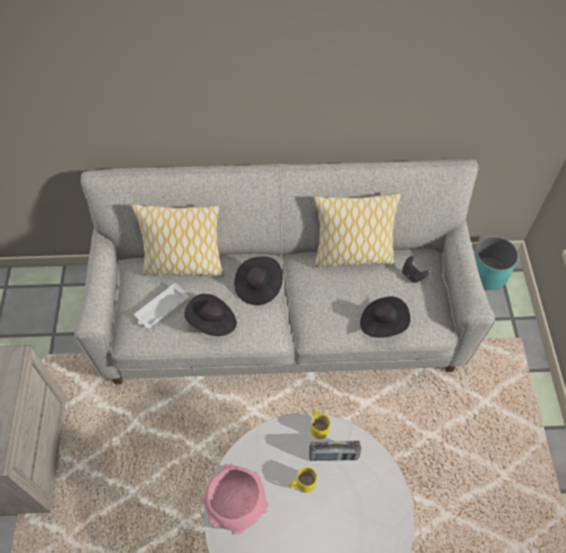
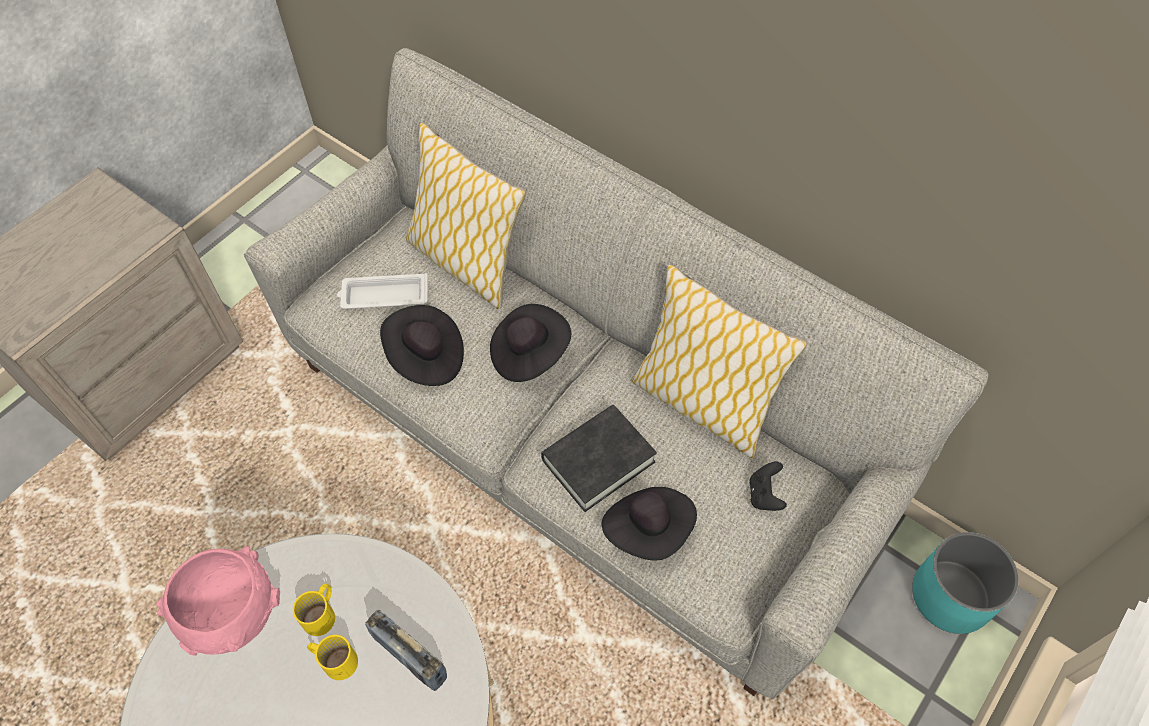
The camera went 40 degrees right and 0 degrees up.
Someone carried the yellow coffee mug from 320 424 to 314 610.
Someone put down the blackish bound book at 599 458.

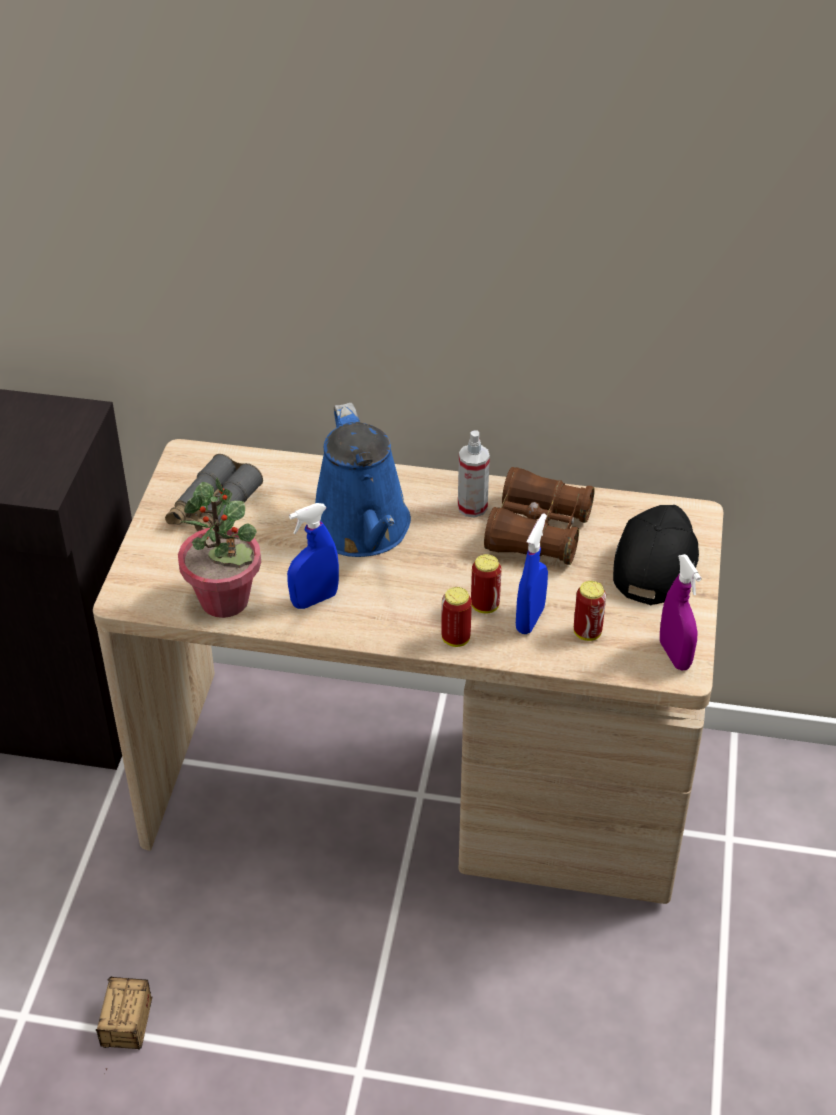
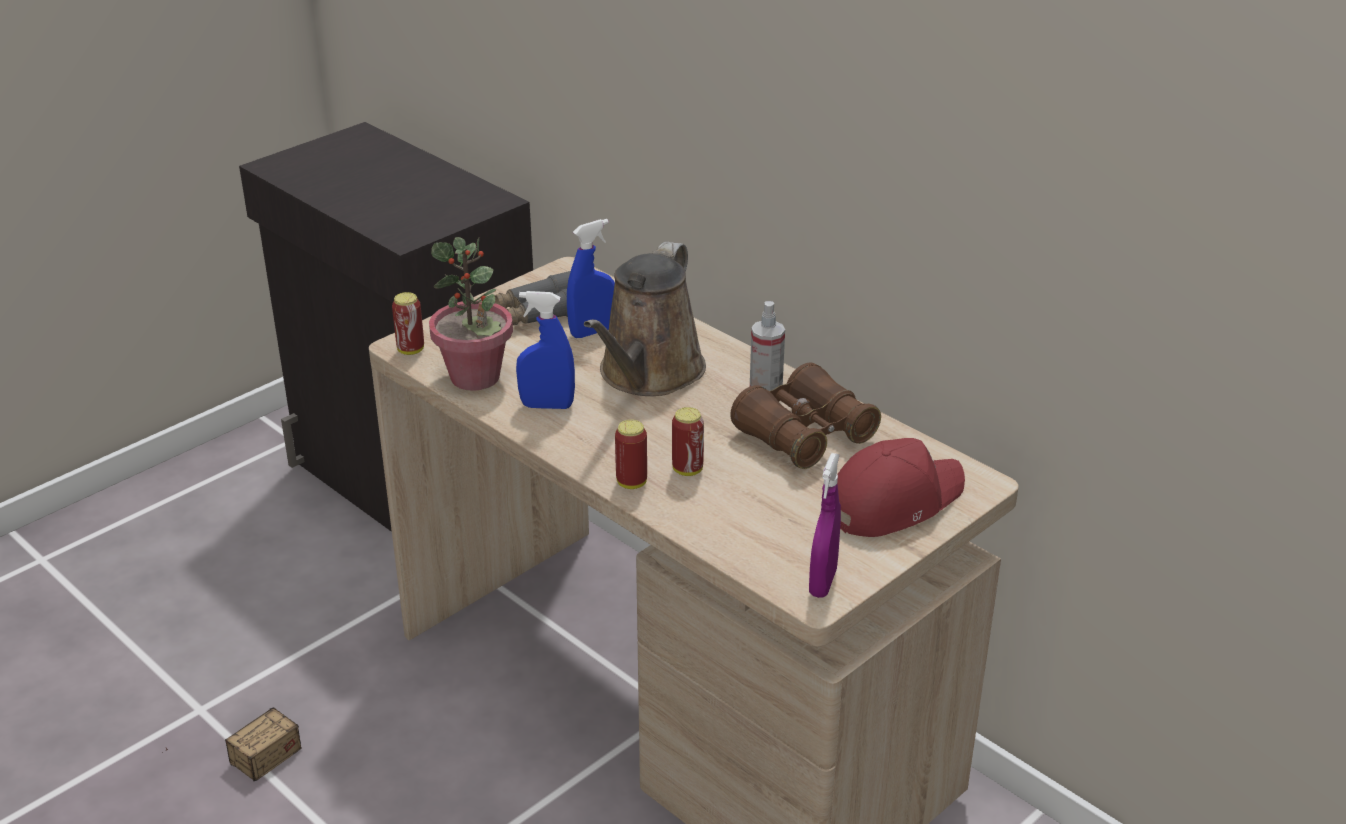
The camera went 35 degrees right and 10 degrees down.
Someone carried the can from 590 611 to 408 323.
Someone carried the blue-coloured hand sprayer from 532 573 to 591 278.
Someone repainted the blue-coloured sprinkling can at 363 480, which became the brown-coloured sprinkling can at 645 319.
Someone repainted the blackish cap at 656 555, which became the red cap at 901 487.

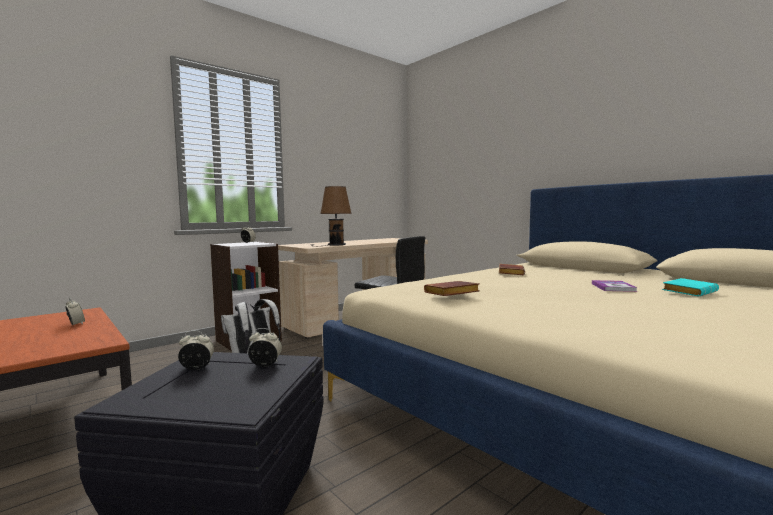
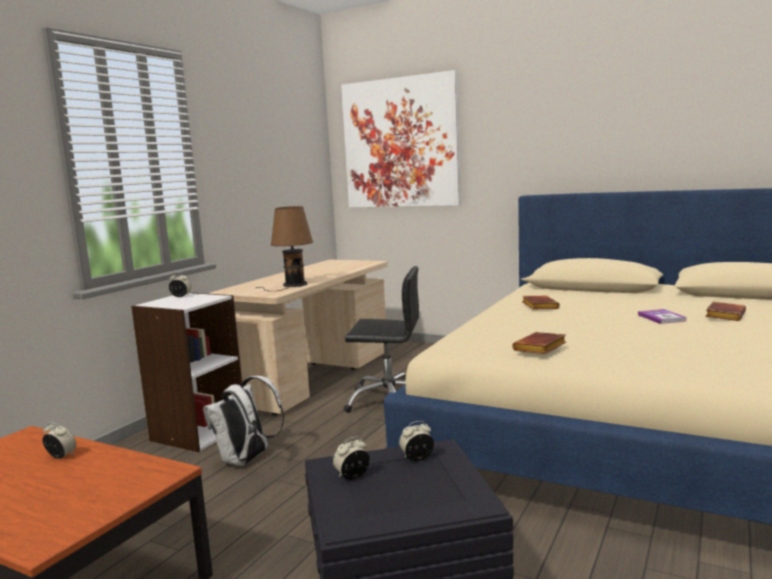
The camera went 20 degrees left and 5 degrees up.
Someone put up the wall art at 401 139.
Someone repainted the blue-green bound book at 690 287, which became the brown-coloured bound book at 725 311.

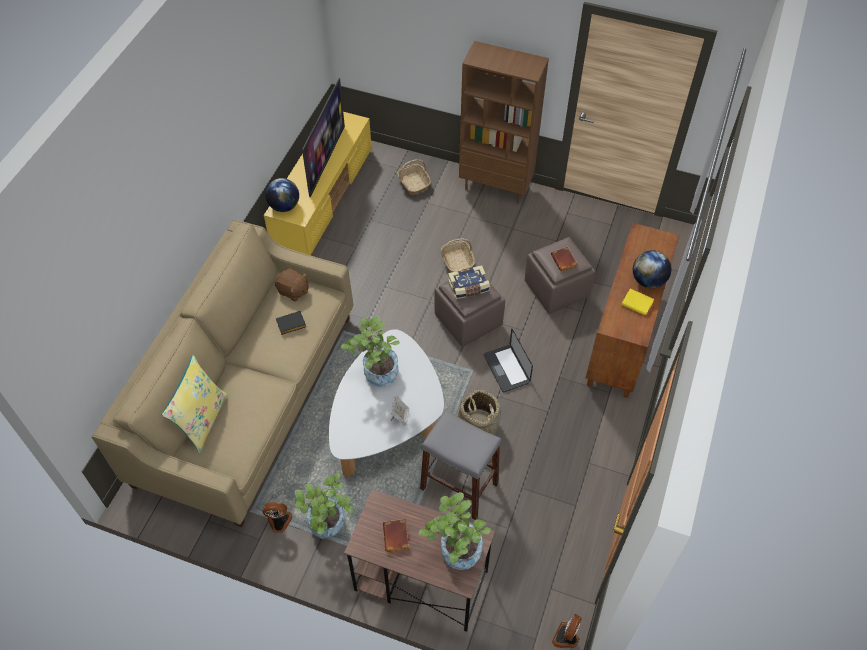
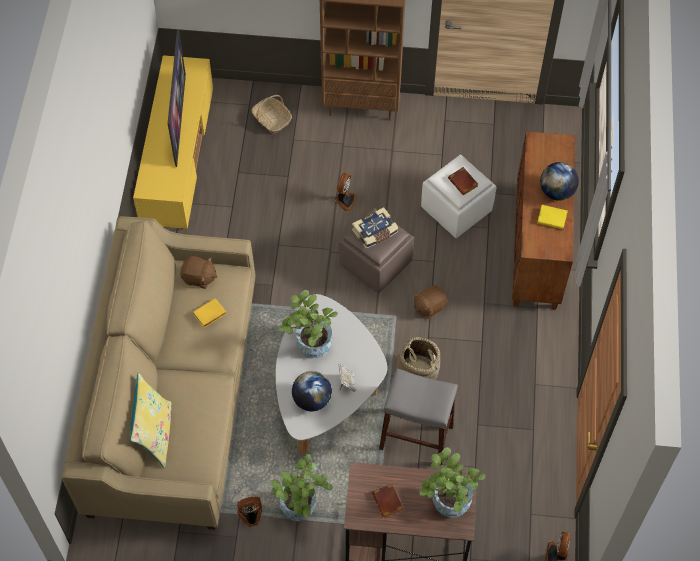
The camera went 15 degrees left and 5 degrees up.
Someone repainted the blackish bound book at 291 323, which became the yellow bound book at 210 313.
Someone carried the globe from 282 195 to 312 391.
Someone swapped the storage basket at 458 255 for the fan at 346 192.
Someone swapped the portable computer at 508 360 for the brown-coloured cuddly toy at 430 302.
Someone repainted the brown-coloured pouffe at 560 275, which became the white-coloured pouffe at 458 196.

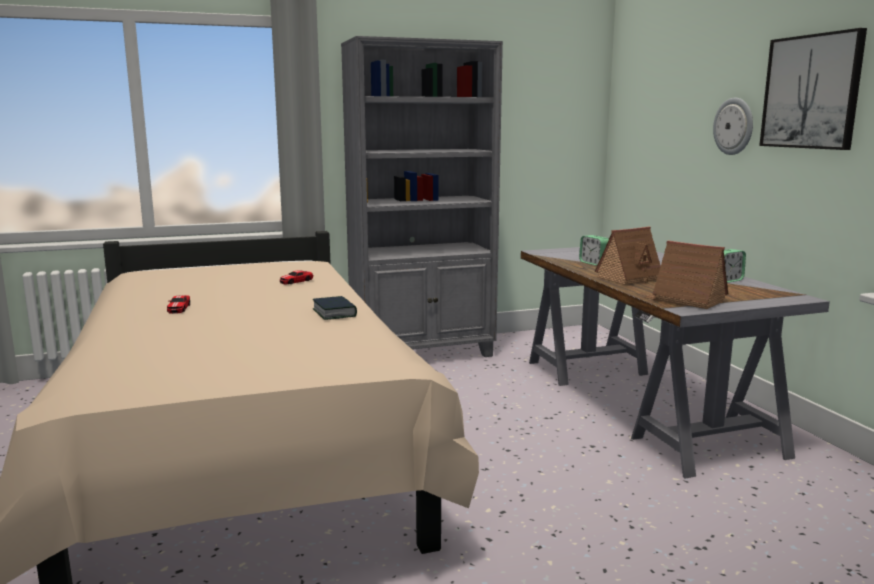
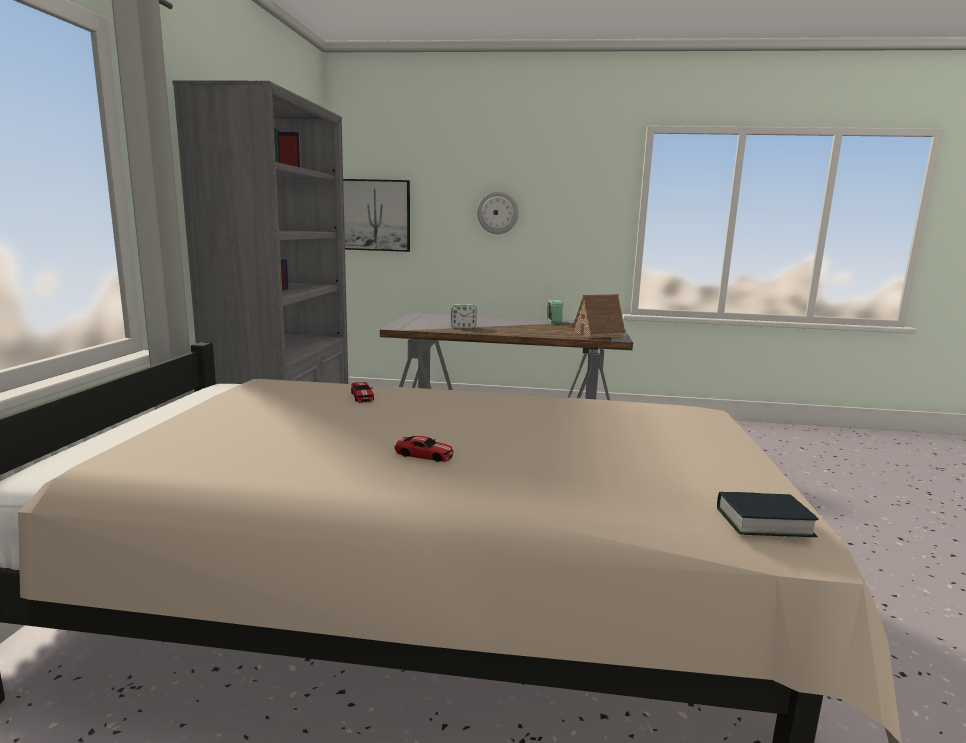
The camera went 65 degrees left and 0 degrees up.
Someone carried the wall art from 813 89 to 376 215.
Someone carried the bound book from 335 308 to 767 514.
Someone took away the model house at 627 256.

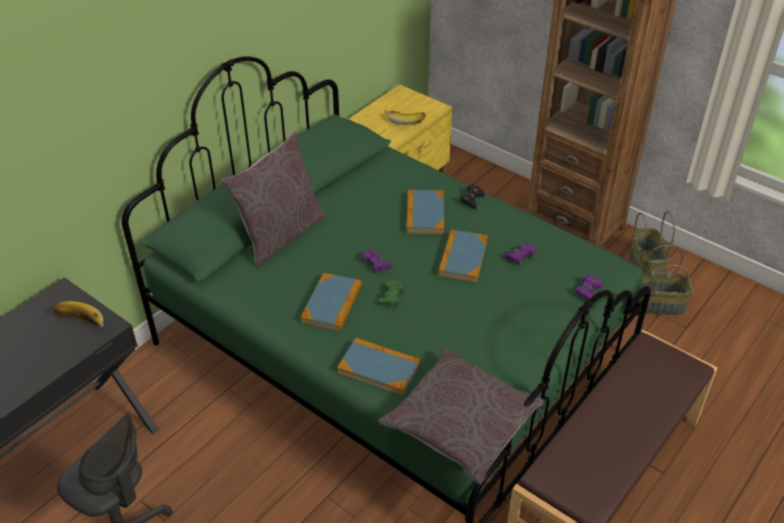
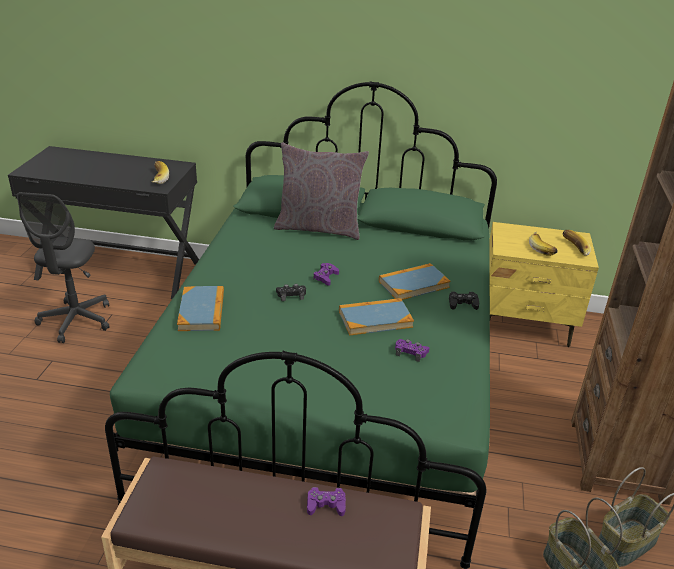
The camera went 60 degrees right and 10 degrees down.
Someone repainted the greenish gamepad at 391 294, which became the blackish gamepad at 291 292.
Someone carried the purplish gamepad from 589 288 to 326 501.
Someone put down the banana at 576 243.
Someone took away the bound book at 331 302.
Someone took away the gray cushion at 461 415.

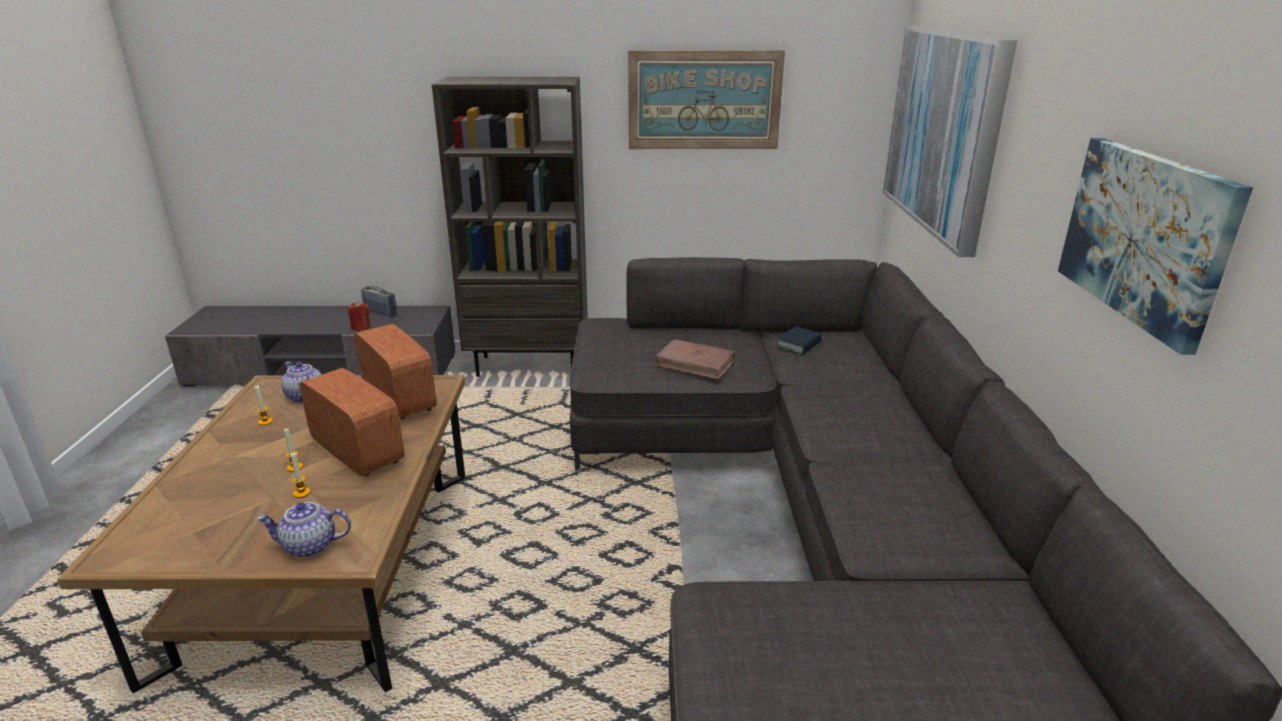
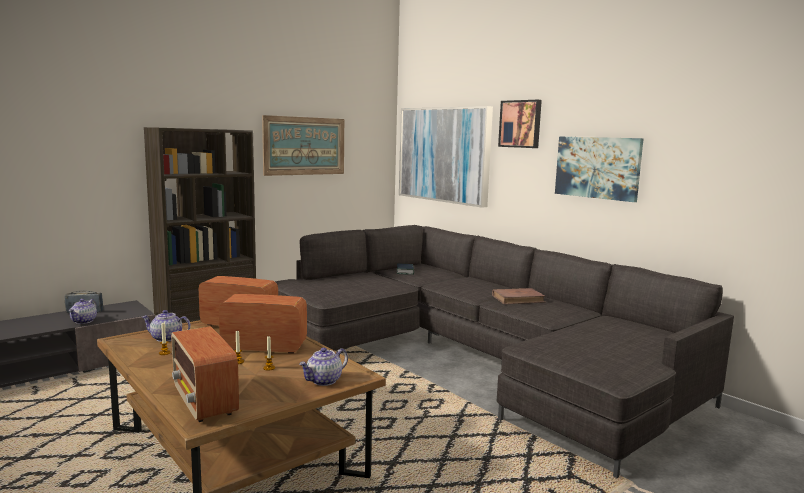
The camera went 40 degrees left and 15 degrees down.
Someone swapped the red wax light at 359 316 for the pot for tea at 83 311.
Someone put down the radio receiver at 205 374.
Someone carried the brown-coloured bound book from 695 359 to 518 296.
Someone put up the wall art at 520 124.

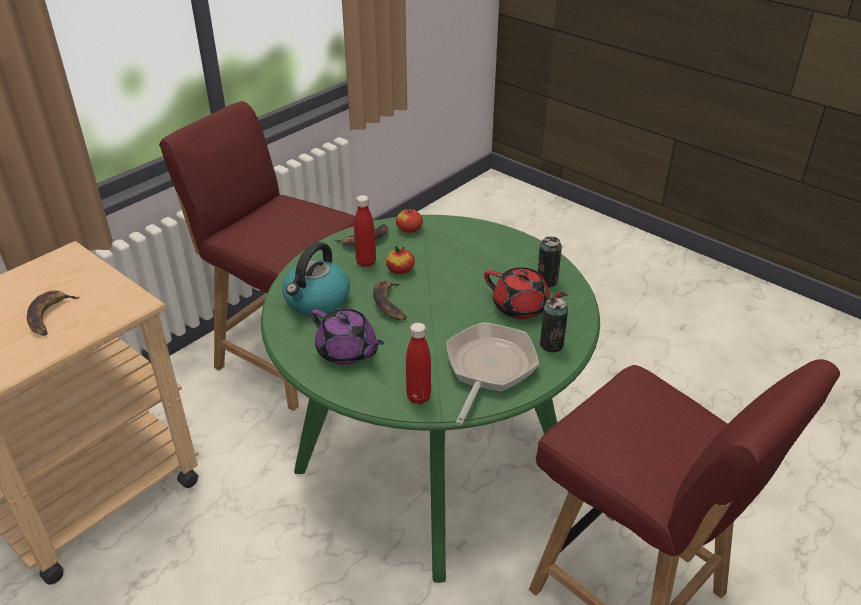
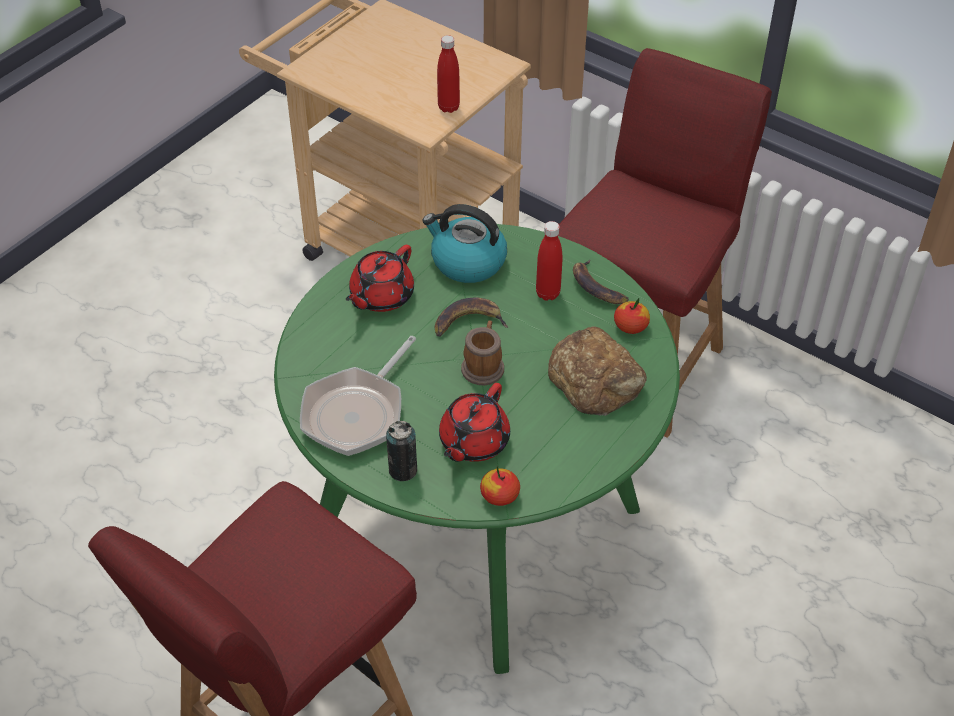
The camera went 85 degrees right and 10 degrees up.
Someone rotated the pan at 492 373 by 105 degrees clockwise.
Someone repainted the purplish pot for tea at 347 337, which became the red pot for tea at 380 278.
Someone carried the red bottle from 418 363 to 448 74.
Someone put down the coffee mug at 482 353.
Someone carried the apple from 400 260 to 500 486.
Someone put down the bakery bread at 597 371.
Someone took away the banana at 54 313.
Someone took away the can at 550 261.

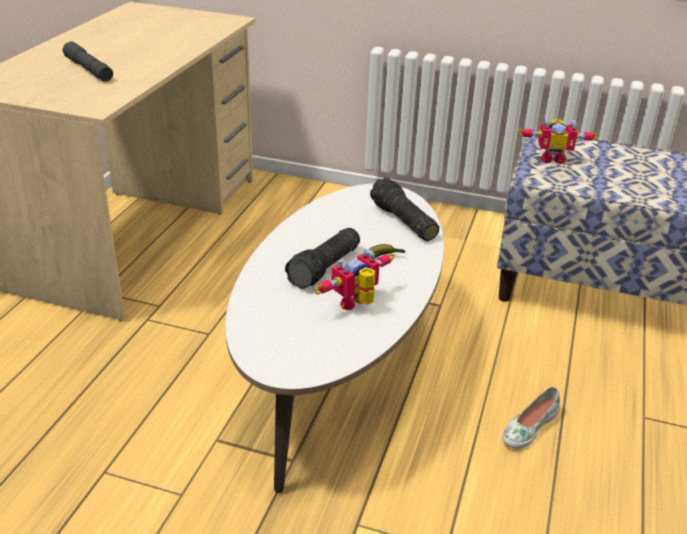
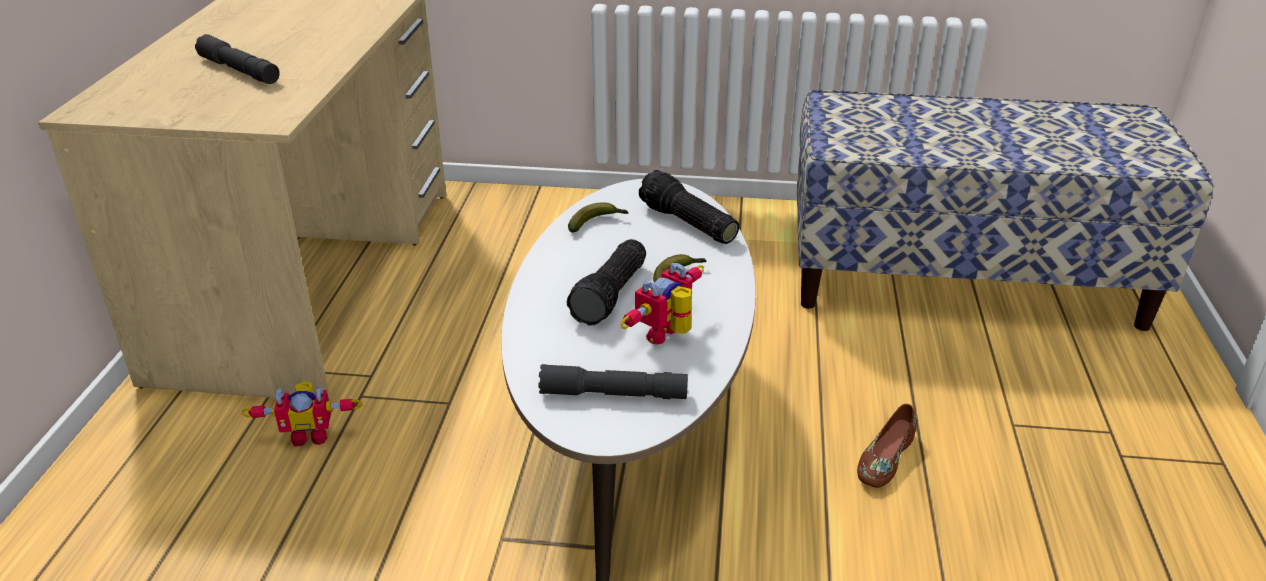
The camera went 10 degrees left and 0 degrees up.
Someone carried the toy robot from 558 140 to 302 414.
Someone put down the gray hand torch at 613 381.
Someone put down the banana at 598 217.
Someone repainted the white-coloured low shoe at 531 417, which became the brown-coloured low shoe at 886 446.

